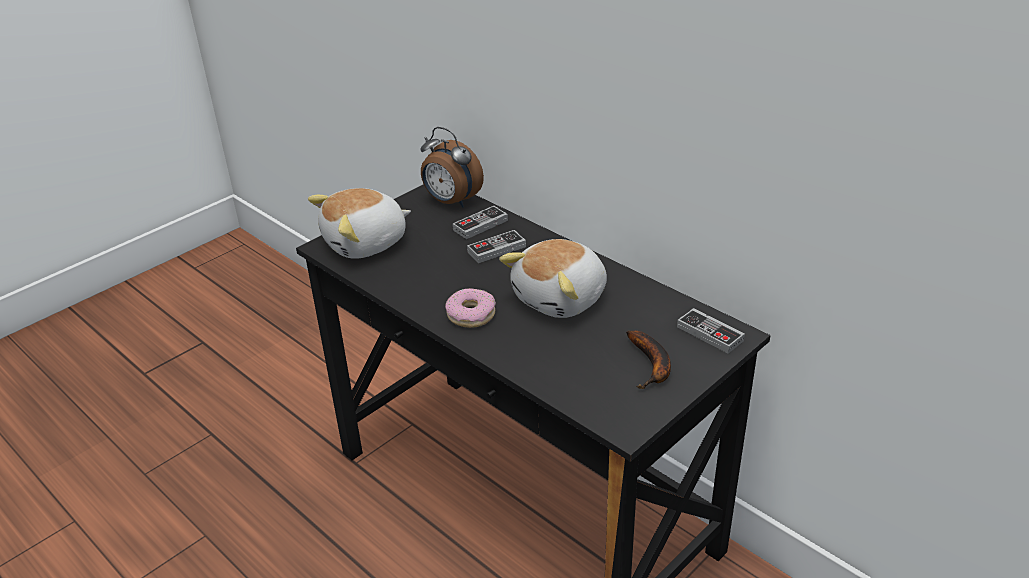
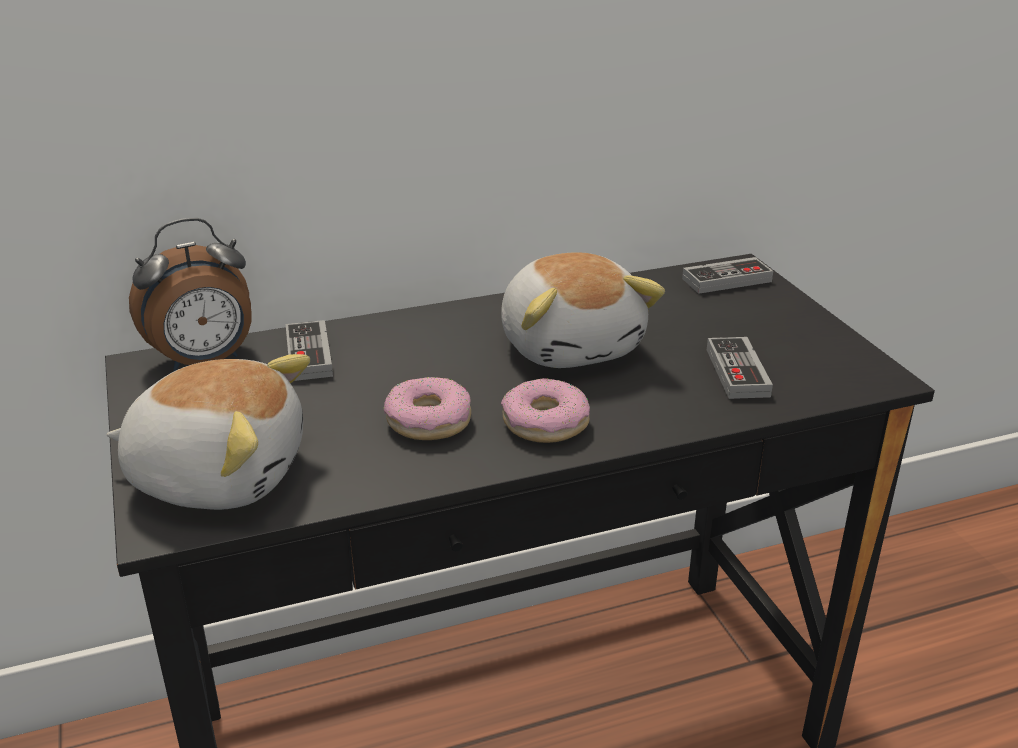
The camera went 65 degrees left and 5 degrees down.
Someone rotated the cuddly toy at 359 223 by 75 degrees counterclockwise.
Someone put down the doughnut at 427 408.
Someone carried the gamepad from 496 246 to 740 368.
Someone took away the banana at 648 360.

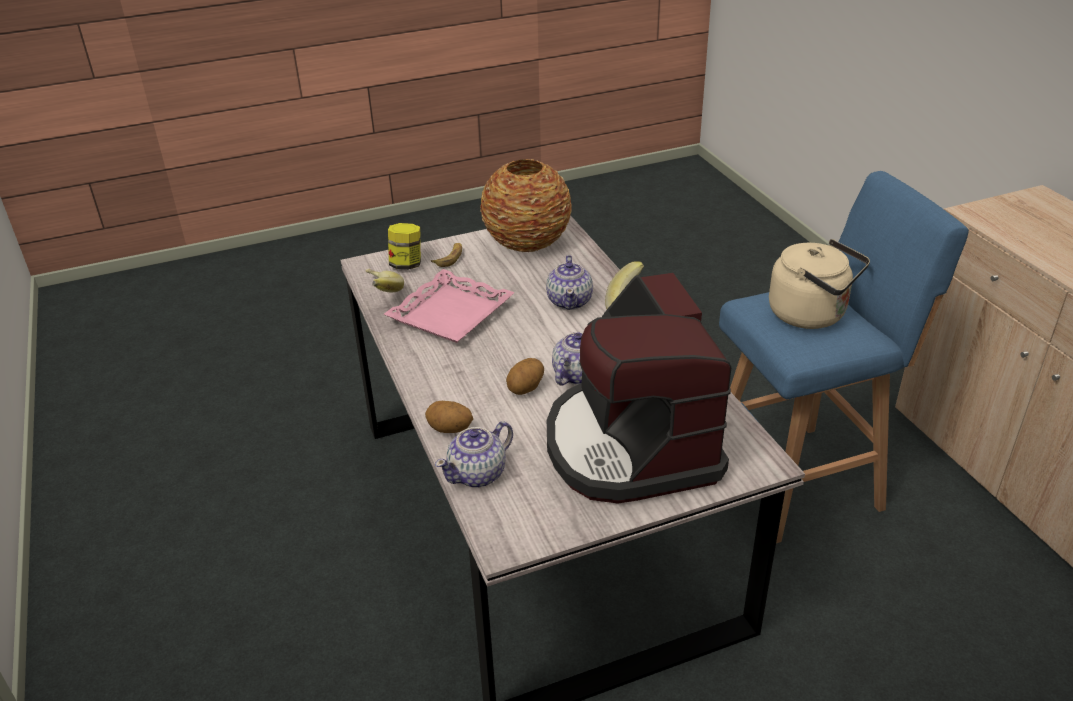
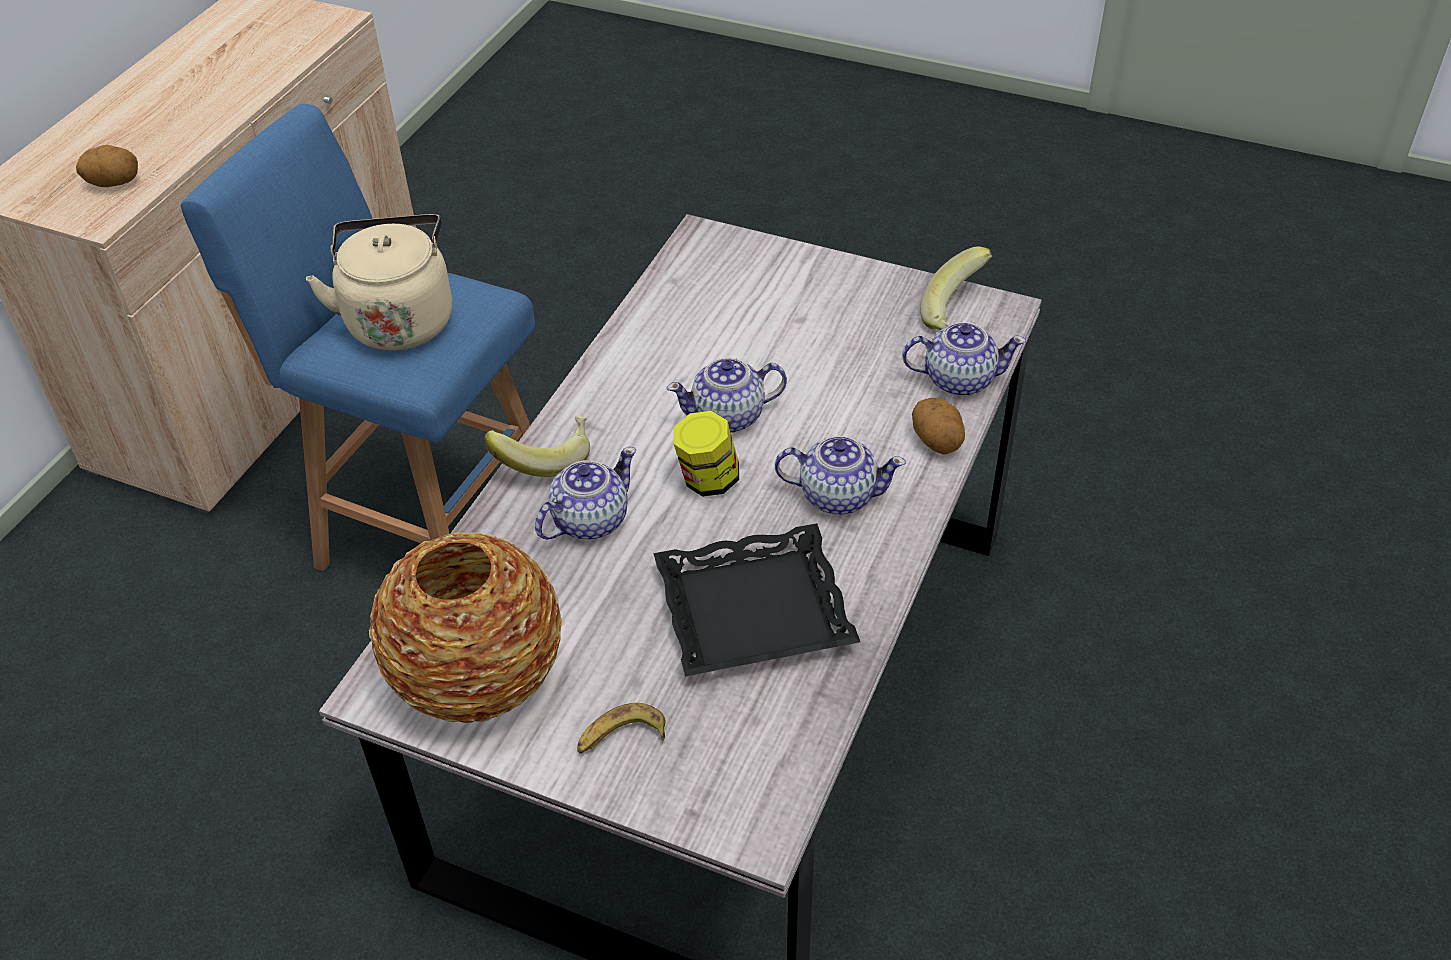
The camera went 135 degrees left and 10 degrees up.
Someone carried the spud from 525 376 to 107 166.
Someone repainted the pinkish serving tray at 449 306, which became the blackish serving tray at 756 600.
Someone carried the preserve jar from 404 246 to 706 454.
Someone put down the pot for tea at 840 475.
Someone carried the banana from 385 280 to 956 288.
Someone took away the coffee machine at 639 388.

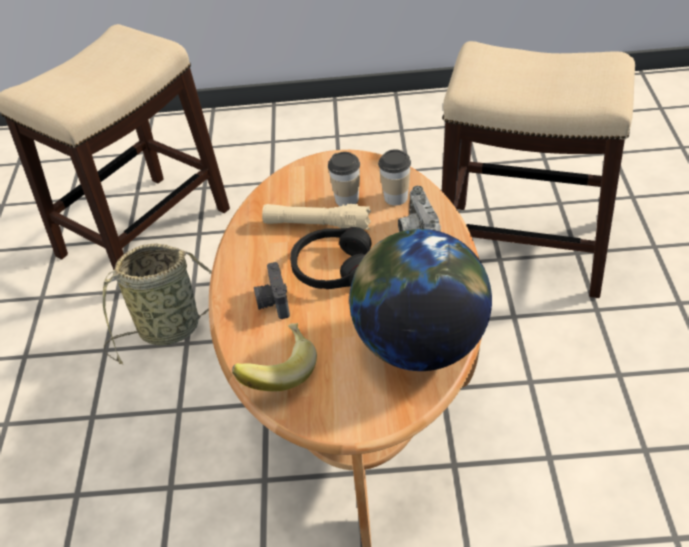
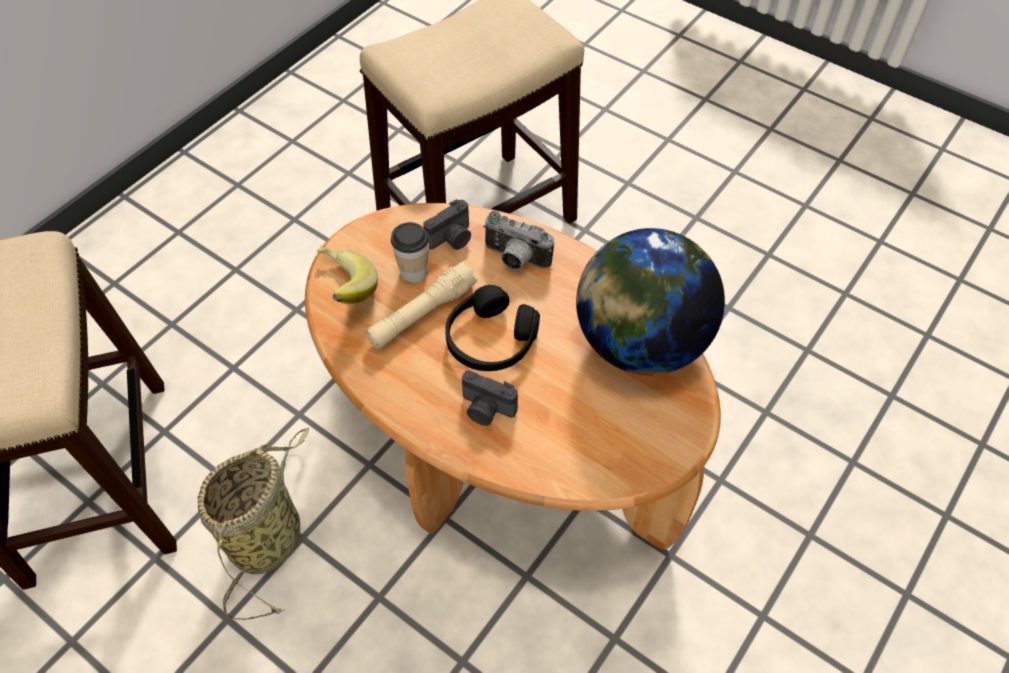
The camera went 55 degrees left and 10 degrees up.
Someone carried the banana from 274 357 to 347 275.
Someone swapped the cup at 394 177 for the still camera at 447 224.

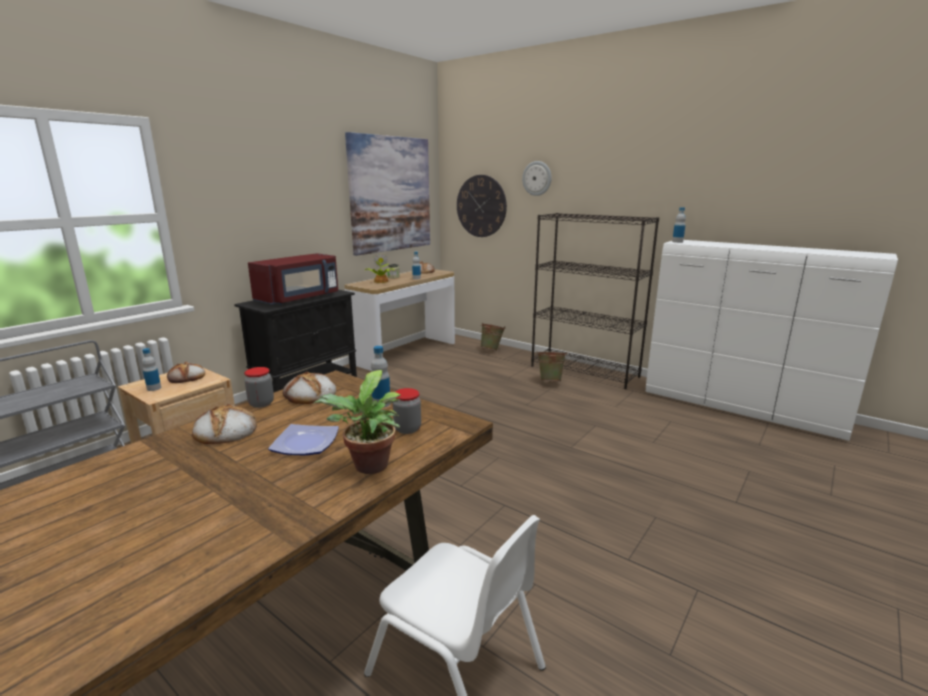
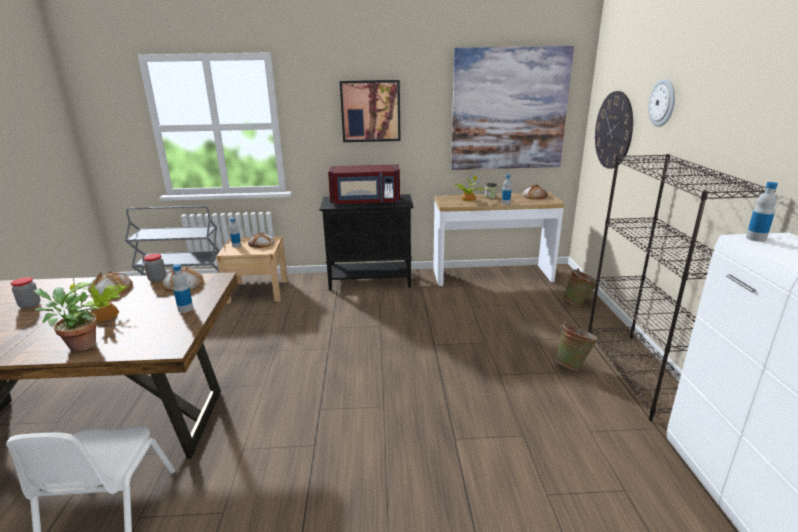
The camera went 50 degrees right and 5 degrees up.
Someone carried the preserve jar from 407 411 to 25 293.
Someone swapped the plate at 303 439 for the potted plant at 98 299.
Someone put up the wall art at 370 111.

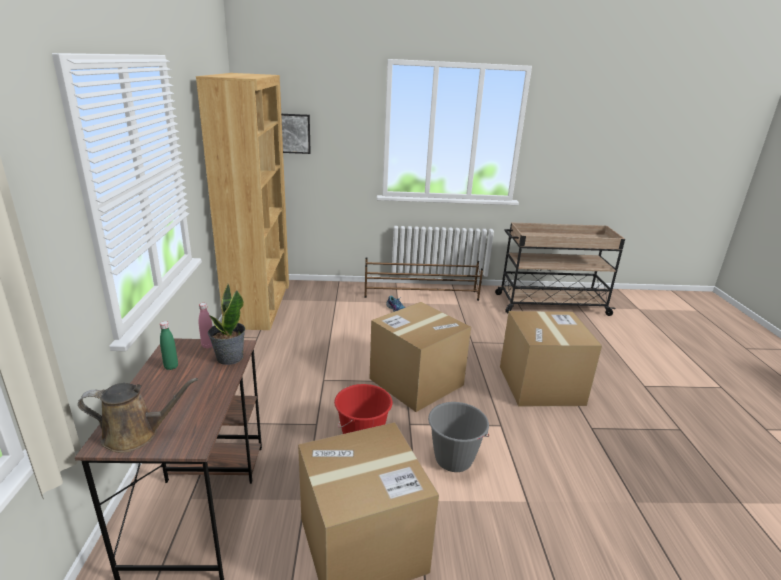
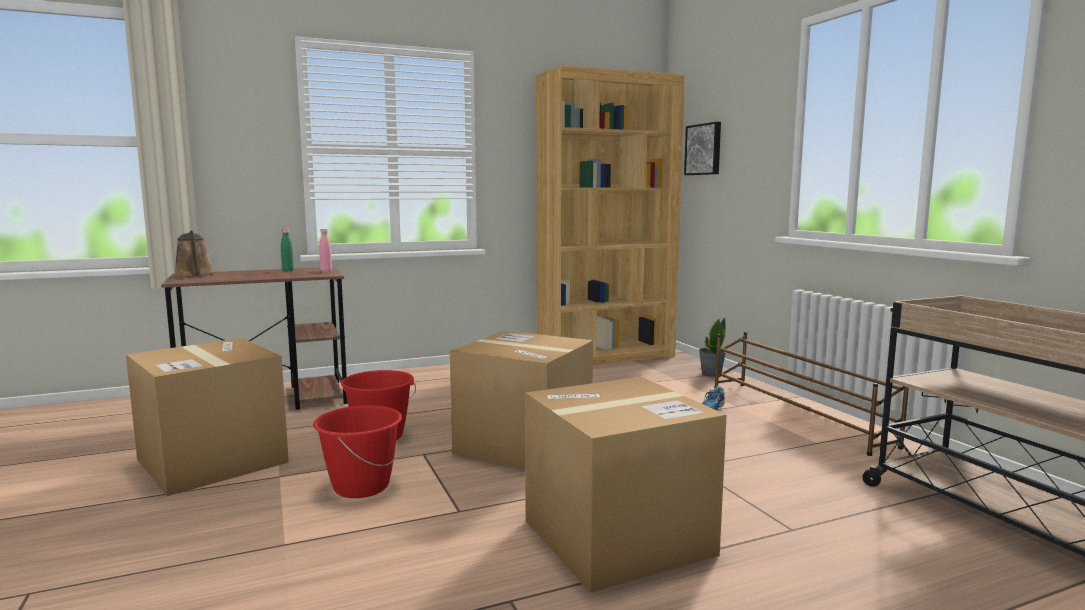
The camera went 70 degrees right and 15 degrees down.
Someone repainted the gray bucket at 458 437, which became the red bucket at 357 451.
Someone carried the potted plant from 226 324 to 712 347.

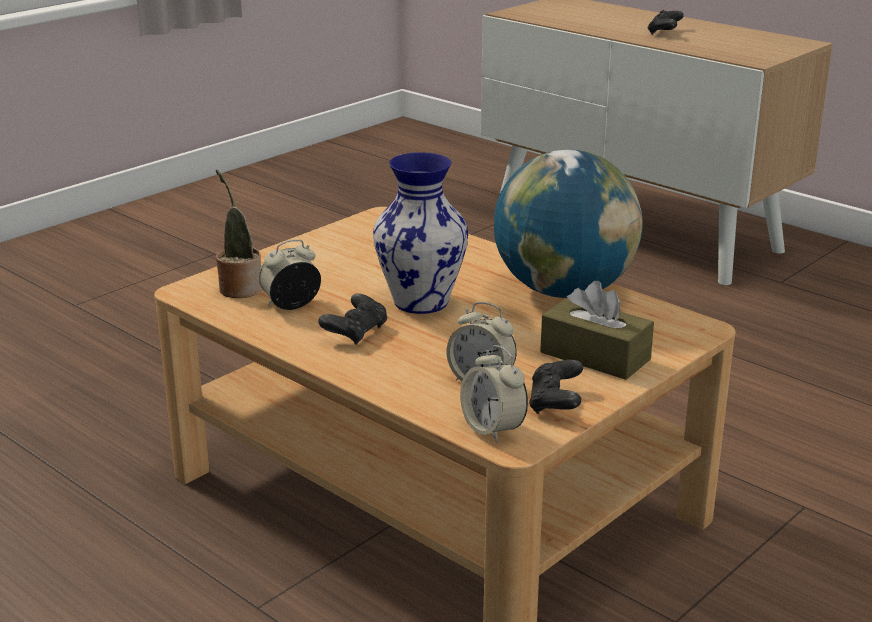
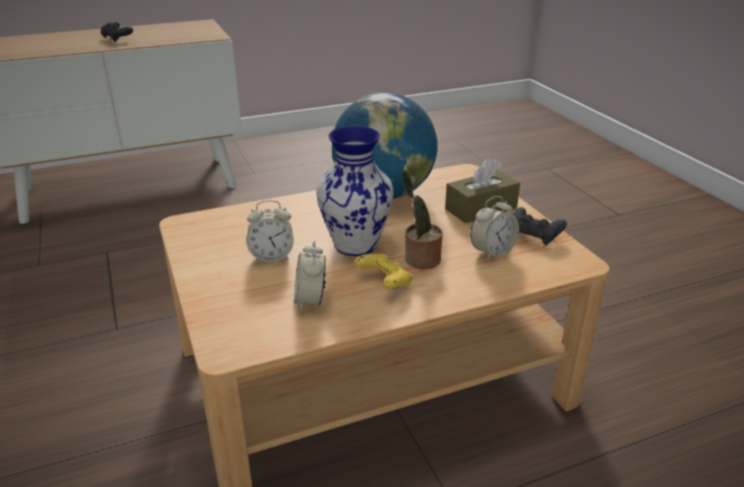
The camera went 65 degrees left and 5 degrees up.
Someone carried the table clock from 494 394 to 270 231.
Someone repainted the blackish gamepad at 352 319, which became the yellow gamepad at 384 271.
Someone carried the potted plant from 239 233 to 422 219.

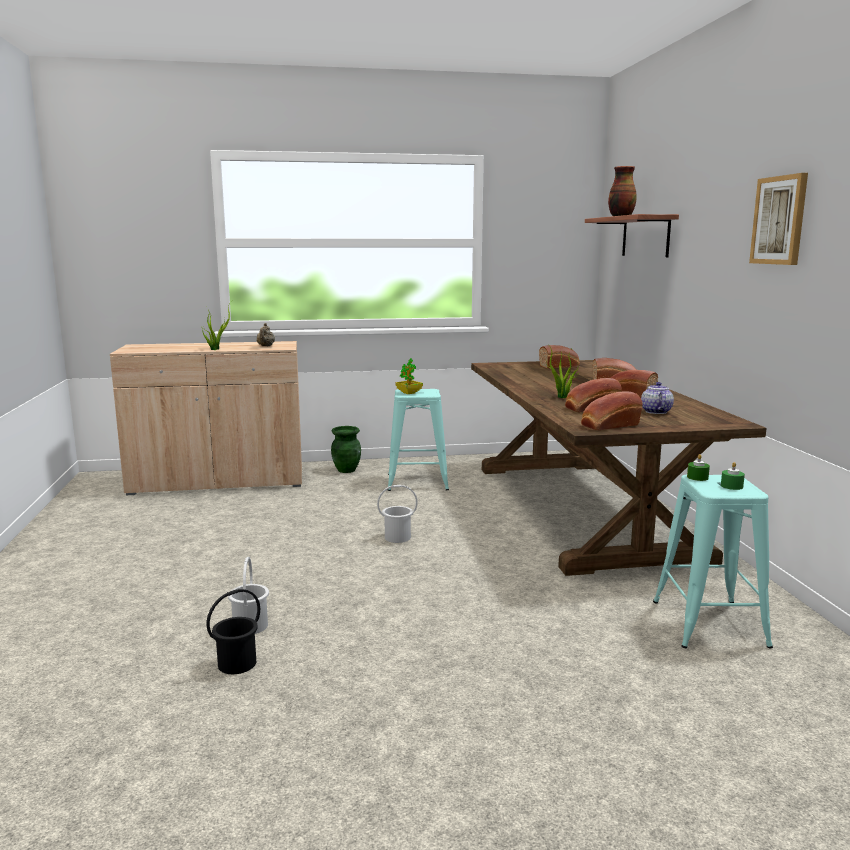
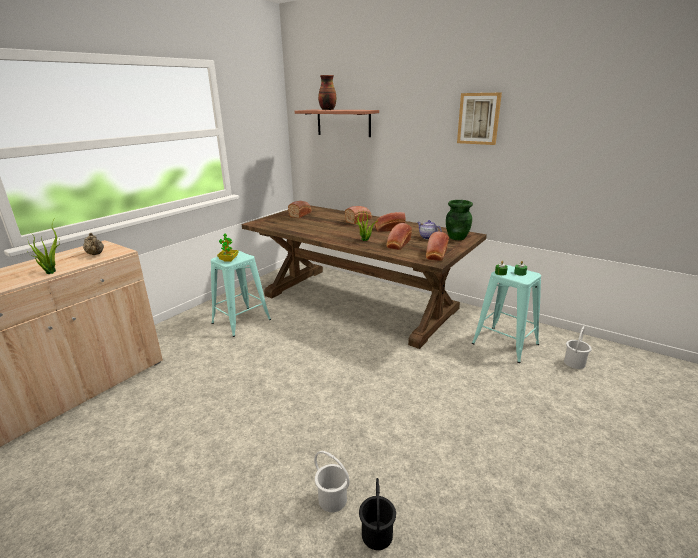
The camera went 45 degrees left and 10 degrees up.
Someone carried the greenish flower vase from 346 449 to 459 220.
Someone carried the white-coloured bucket from 397 514 to 578 347.

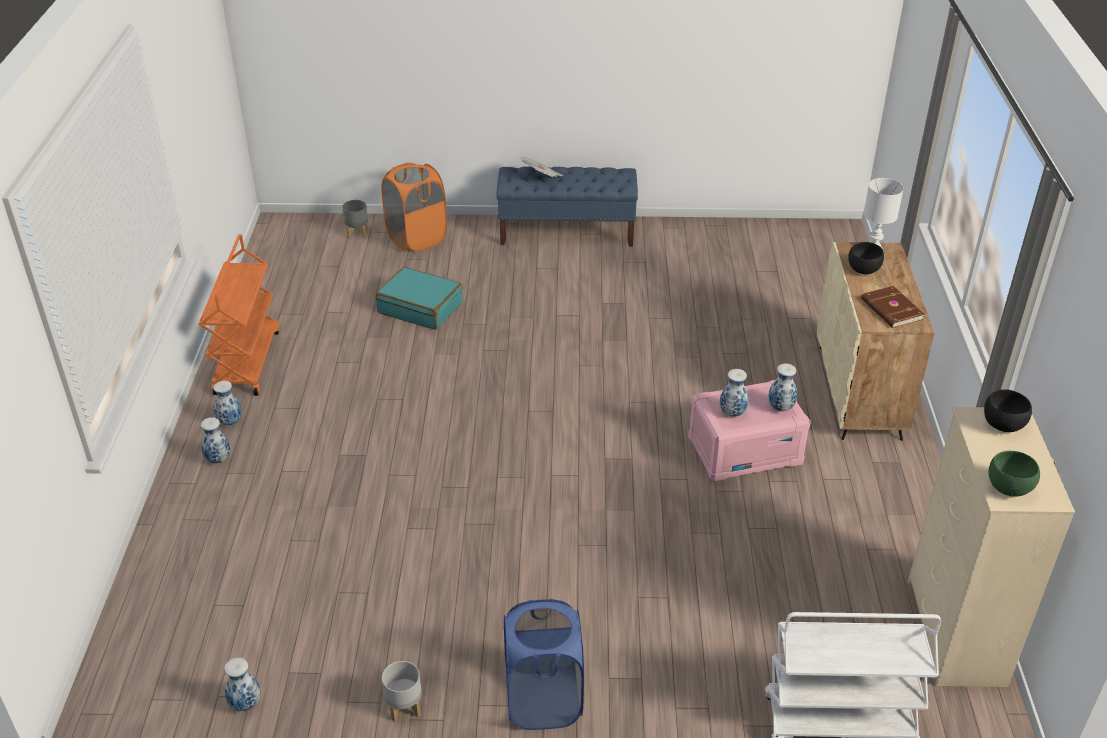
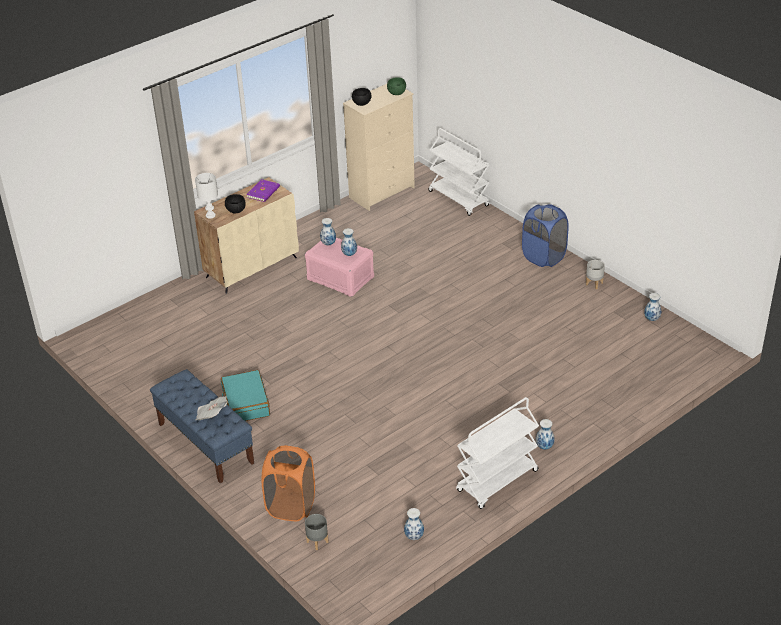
The camera went 130 degrees left and 0 degrees up.
Someone carried the blue-green suitcase from 419 298 to 245 395.
Someone repainted the brown-coloured bound book at 893 307, which became the purplish bound book at 263 190.
Someone carried the flower vase from 215 440 to 414 524.
Someone repainted the orange trolley at 239 315, which became the white-coloured trolley at 497 453.

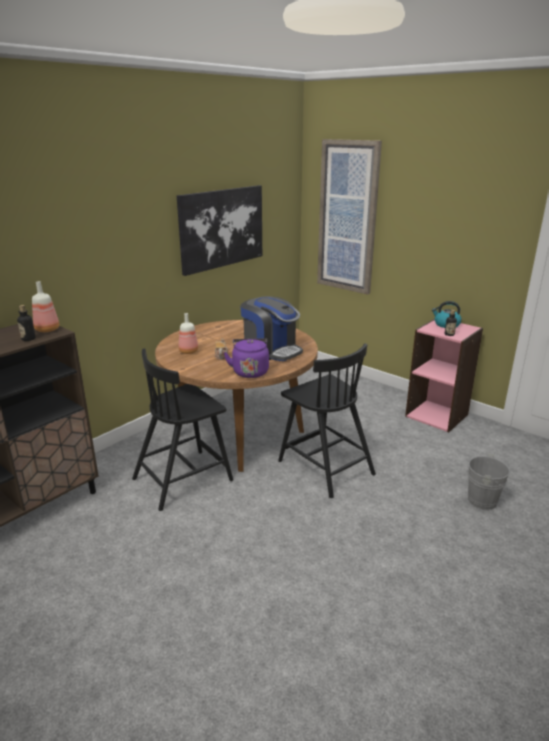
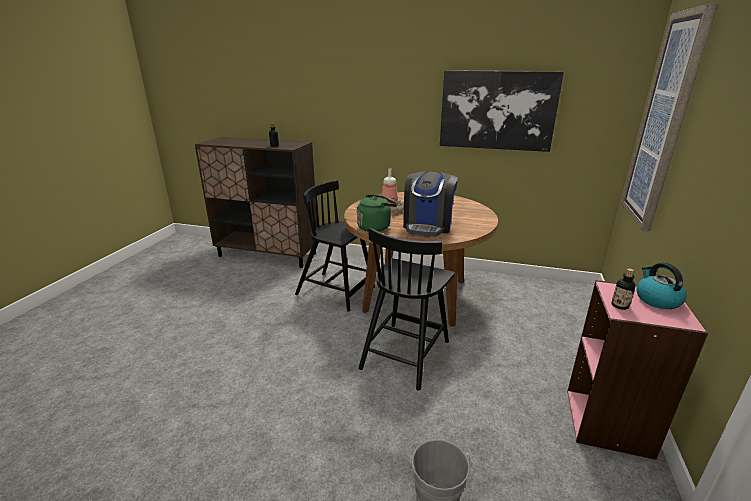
The camera went 65 degrees right and 0 degrees up.
Someone repainted the purplish kettle at 246 358, which became the greenish kettle at 377 212.
Someone took away the bottle at 45 306.

